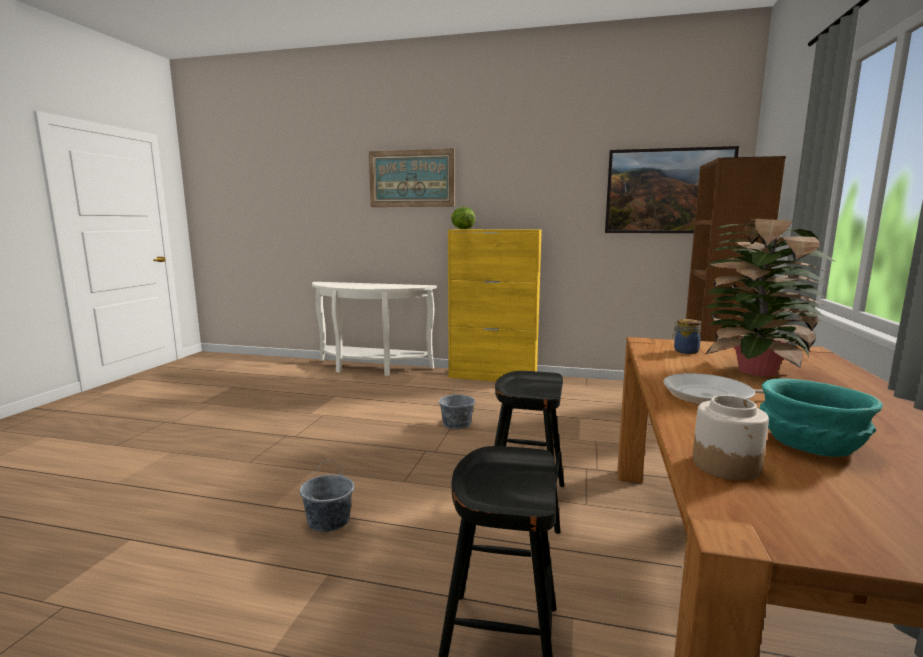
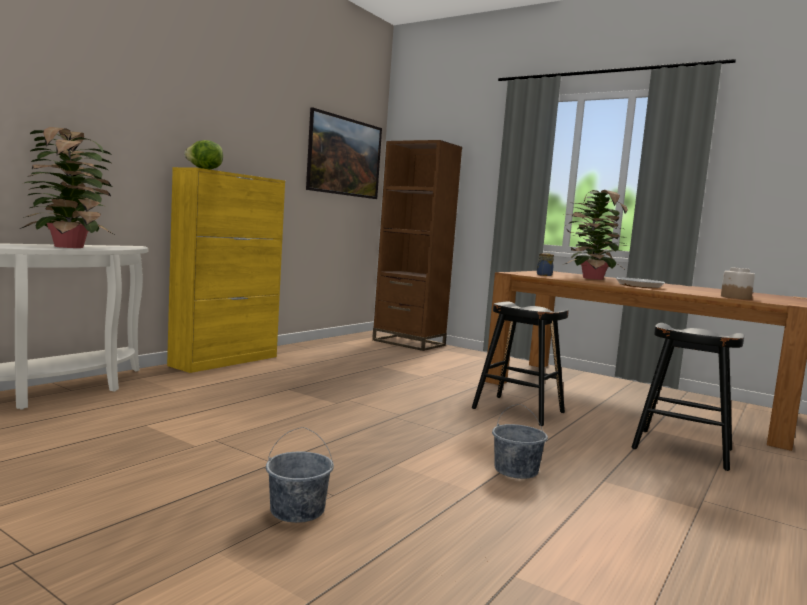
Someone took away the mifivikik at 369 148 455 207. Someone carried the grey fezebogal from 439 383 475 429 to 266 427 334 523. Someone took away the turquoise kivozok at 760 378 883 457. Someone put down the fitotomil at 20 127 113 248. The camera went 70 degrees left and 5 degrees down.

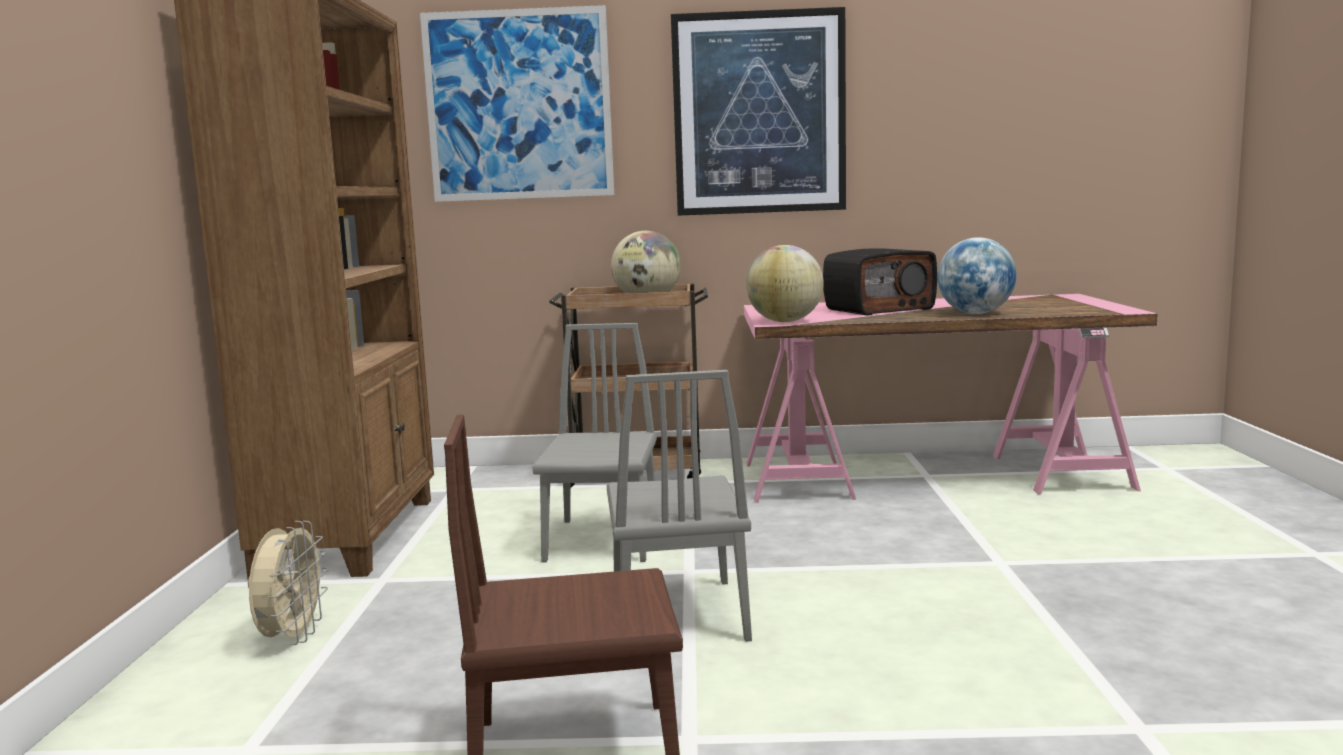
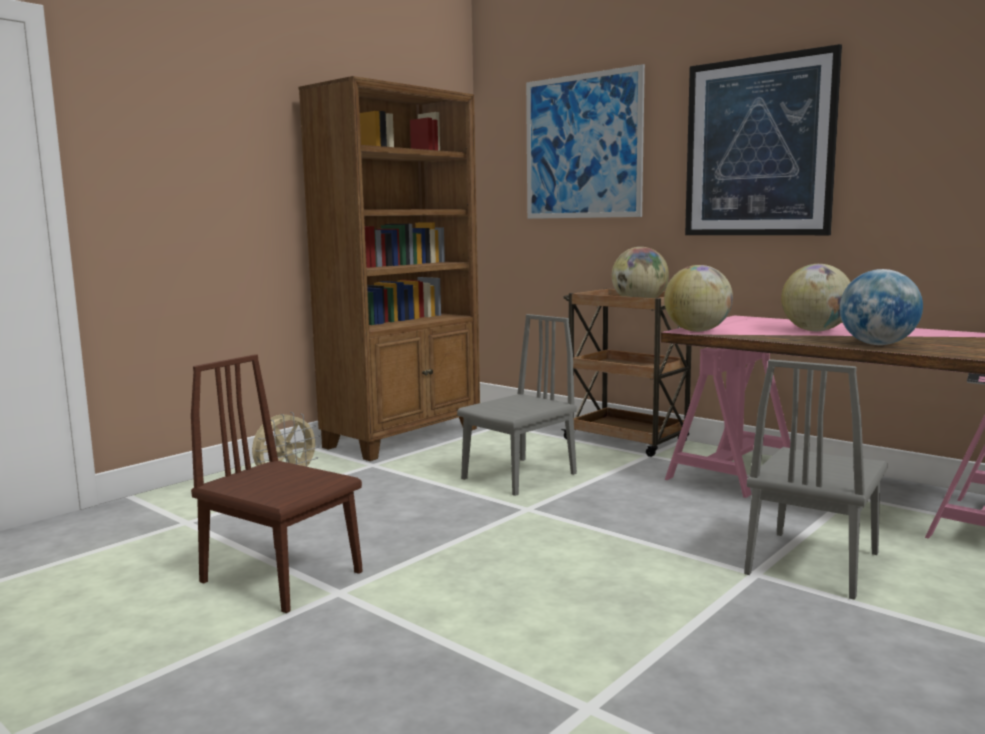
Someone carried the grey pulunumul from 607 370 752 642 to 744 359 888 600. Someone swapped the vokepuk at 823 248 937 316 for the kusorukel at 781 264 850 331. The camera went 40 degrees right and 0 degrees up.

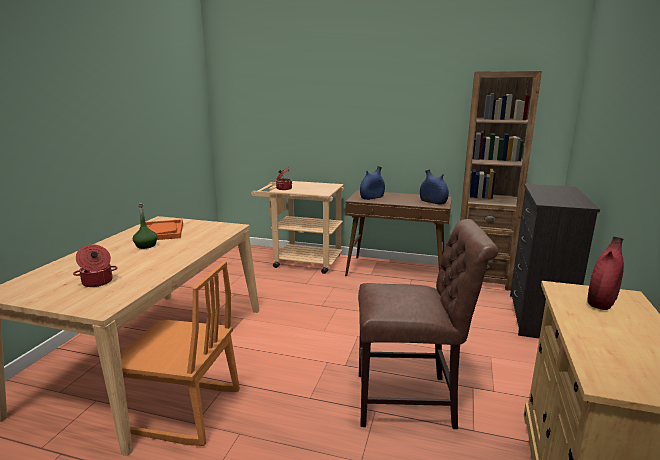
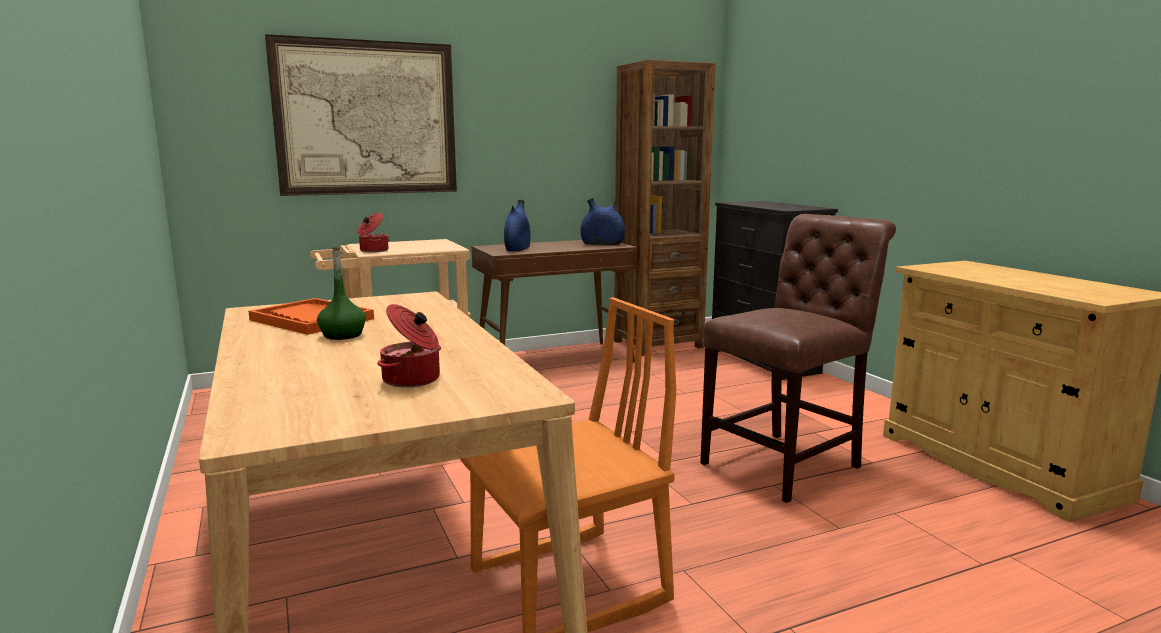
Someone took away the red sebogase at 587 237 624 310. Someone put up the mifivikik at 265 34 457 196. The camera went 40 degrees left and 5 degrees down.

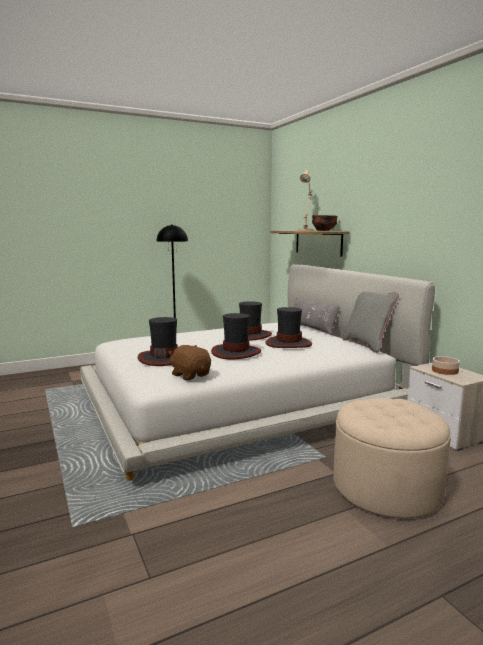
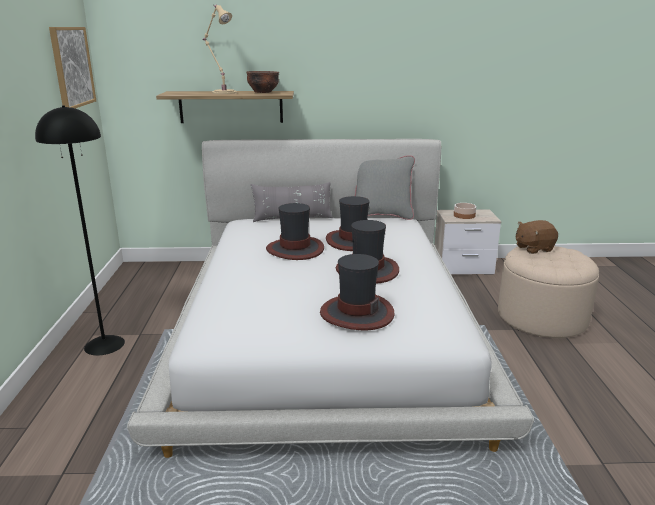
Someone carried the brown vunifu from 168 345 211 381 to 516 220 558 254. Someone put up the mifivikik at 49 27 96 109. The camera went 65 degrees left and 10 degrees up.

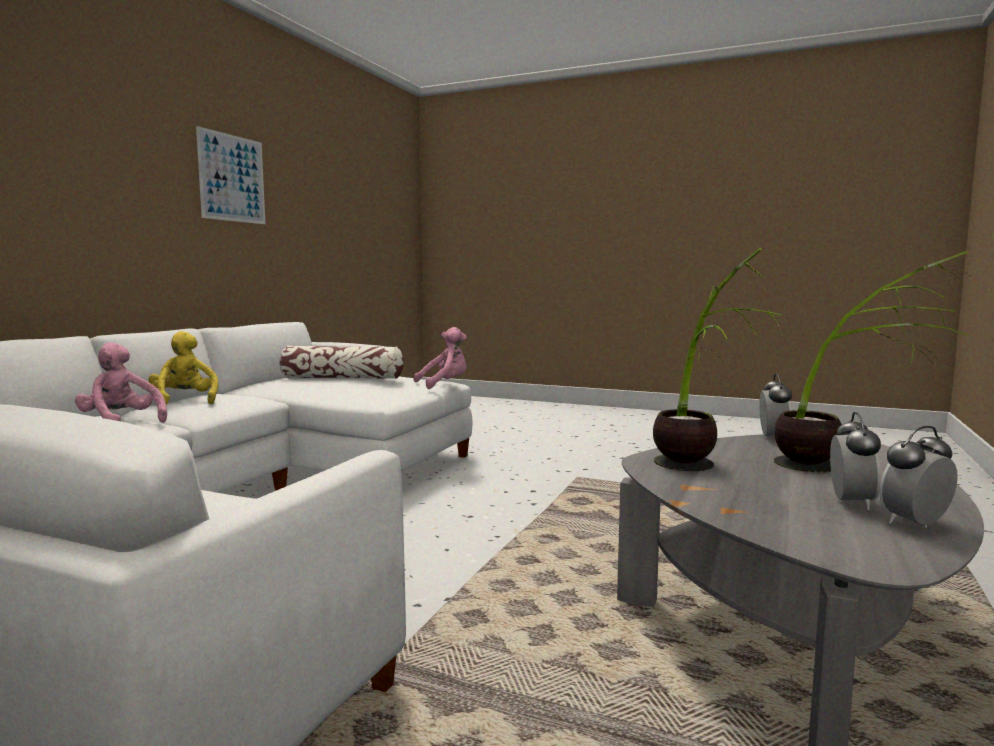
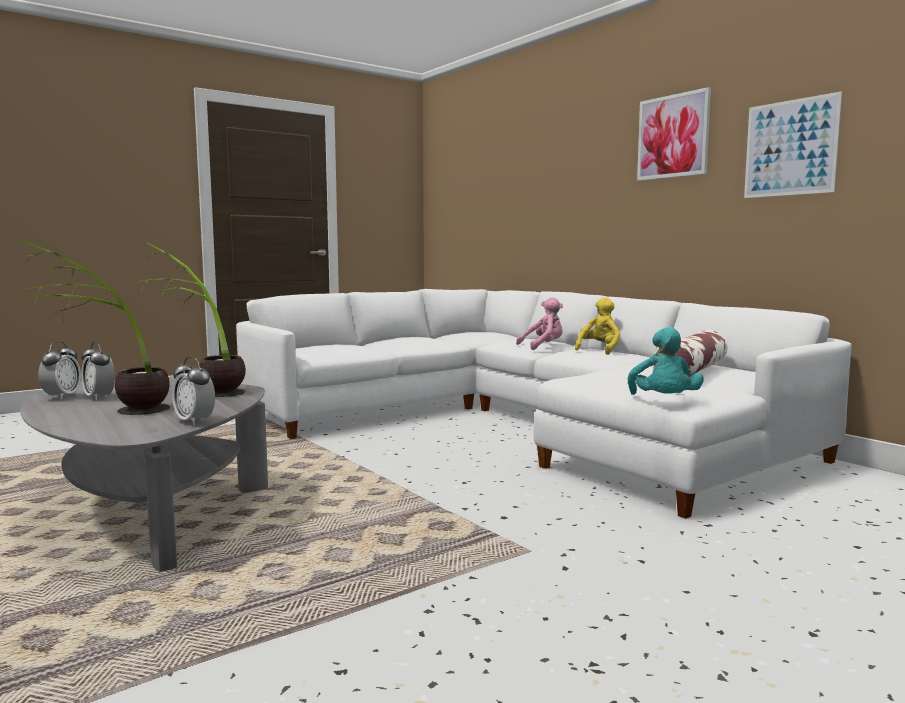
Someone rotated the yellow vunifu at 149 331 218 405 by 60 degrees counterclockwise. Someone repainted the pink vunifu at 414 327 467 389, which became the turquoise vunifu at 628 327 704 395. Someone put up the mifivikik at 637 87 711 181. The camera went 120 degrees right and 0 degrees up.

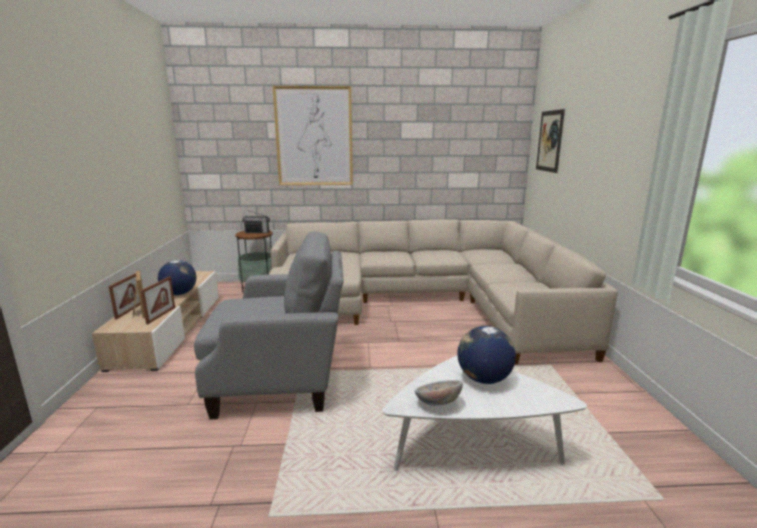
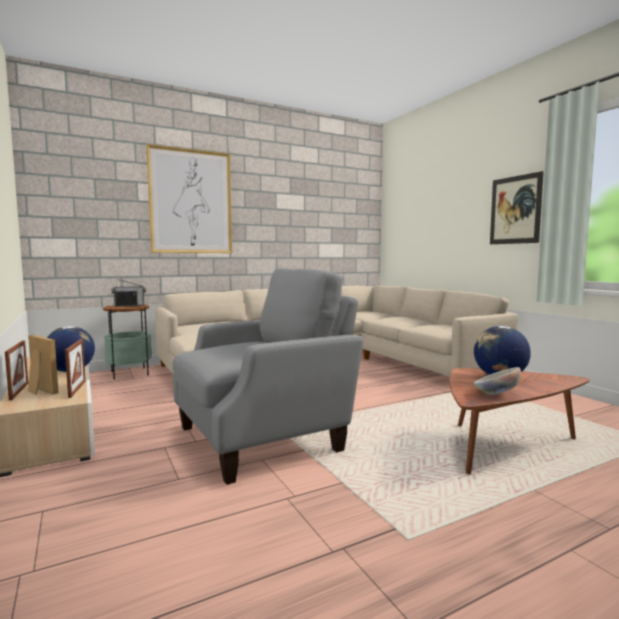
Someone repainted the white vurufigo at 382 355 587 471, which became the brown vurufigo at 449 368 590 474. Someone carried the mifivikik from 536 109 565 173 to 490 171 544 244. The camera went 25 degrees left and 10 degrees down.

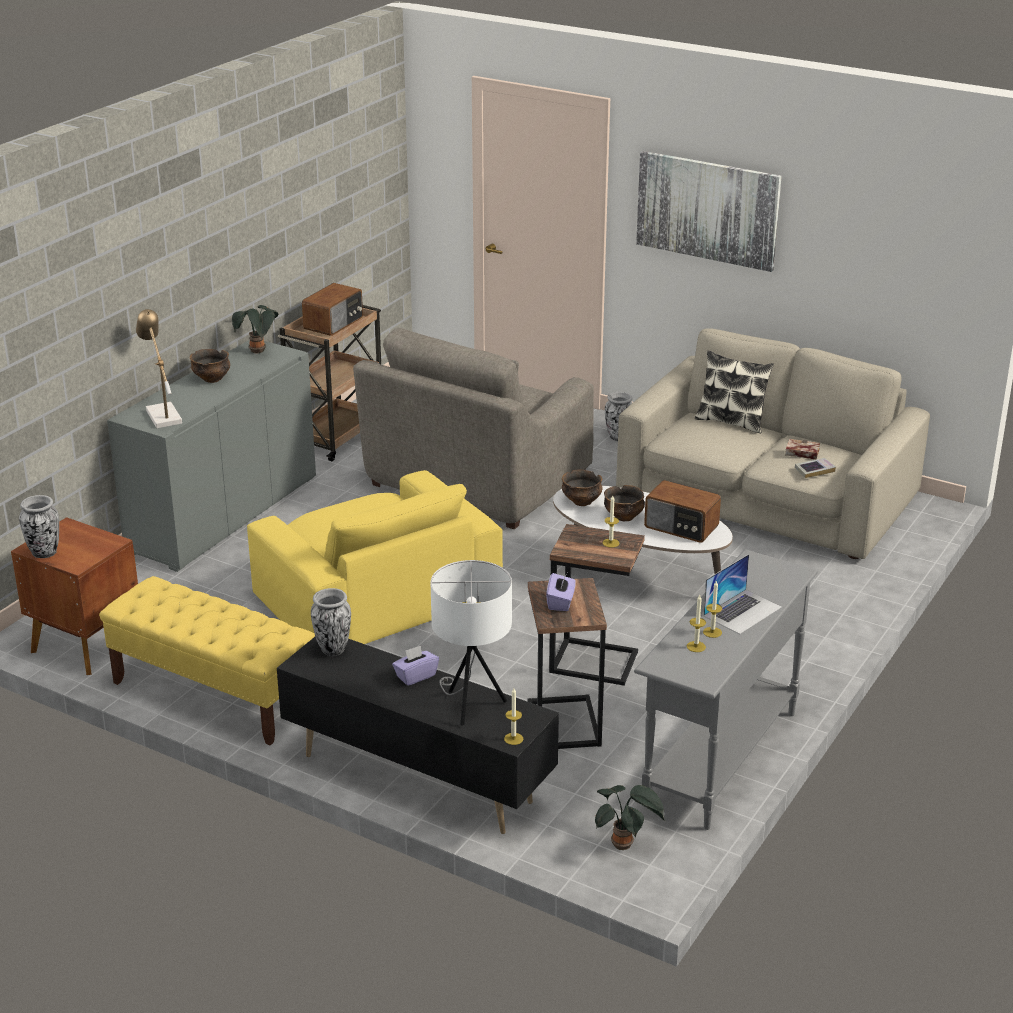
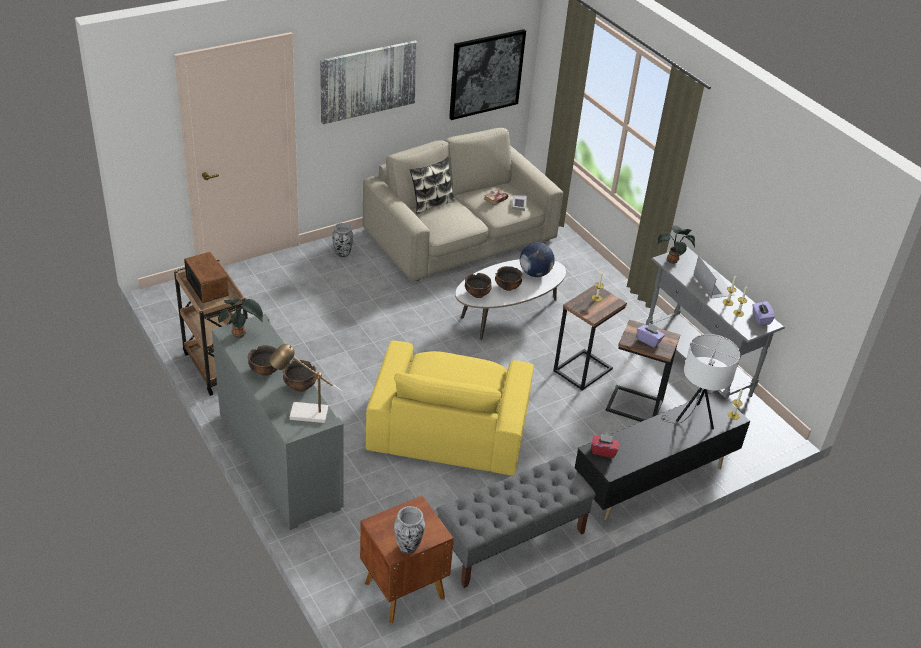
Someone repainted the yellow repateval at 99 576 315 746, which became the grey repateval at 437 456 596 588. Someone rotated the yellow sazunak at 247 470 503 644 by 105 degrees clockwise. Someone swapped the sebogase at 311 588 351 656 for the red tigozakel at 591 434 619 458. Someone took away the grey sazunak at 353 328 594 530. Someone carried the purple tigozakel from 392 645 439 686 to 753 301 775 325. Someone carried the fitotomil from 595 785 665 850 to 658 225 695 264. Someone swapped the vokepuk at 644 480 721 543 for the kusorukel at 520 242 555 277. Someone put down the kivozok at 283 360 316 392. Someone put up the mifivikik at 449 29 526 120. The camera went 65 degrees left and 10 degrees up.

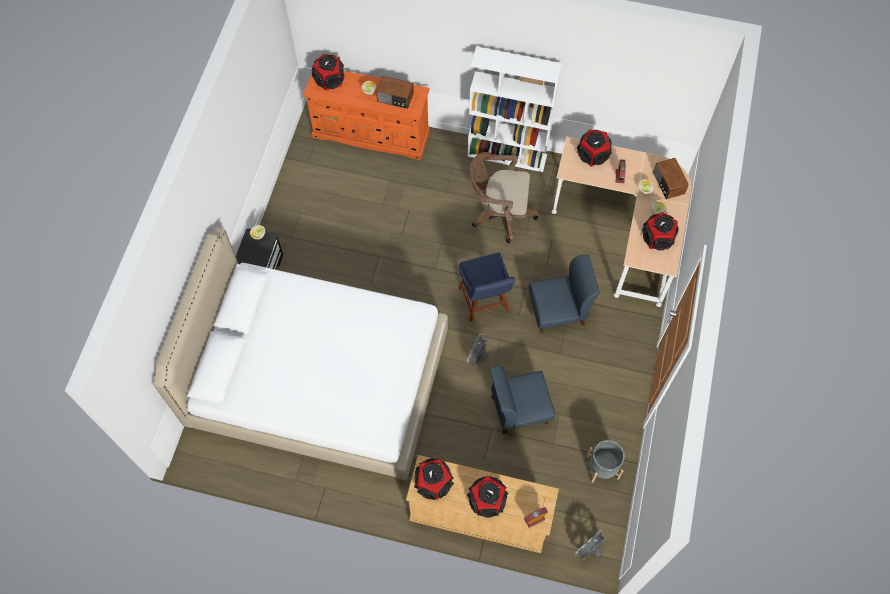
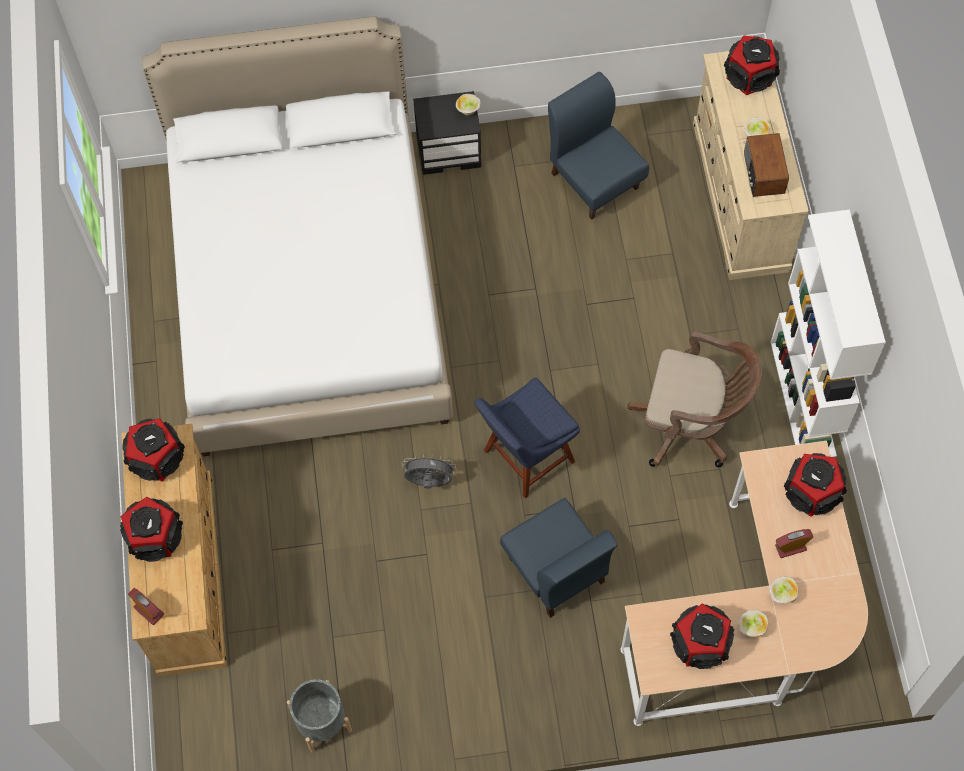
Someone repainted the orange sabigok at 303 71 430 160, which became the beige sabigok at 693 51 809 280. Someone rotated the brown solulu at 470 152 538 243 by 120 degrees clockwise. Someone carried the blue pulunumul from 490 365 555 434 to 548 72 649 219. Someone took away the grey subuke at 575 530 606 560. Someone took away the vokepuk at 653 158 689 199. The camera went 70 degrees right and 0 degrees up.

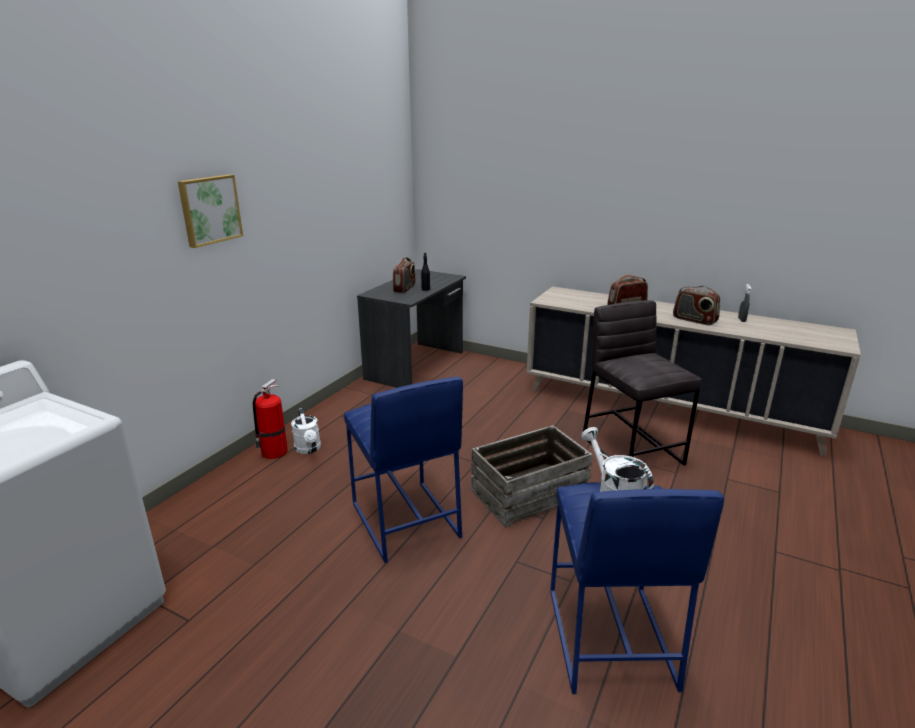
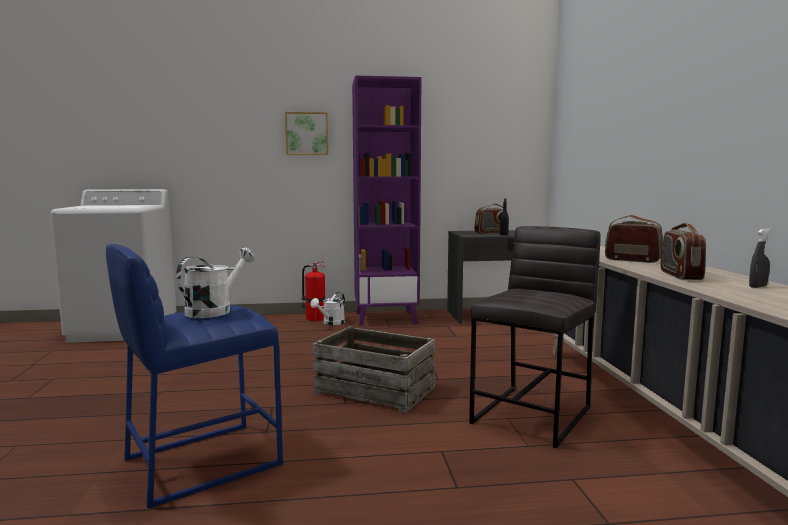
Someone took away the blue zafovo at 344 377 463 563. Someone put down the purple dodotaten at 352 75 421 325. The camera went 55 degrees right and 15 degrees down.

